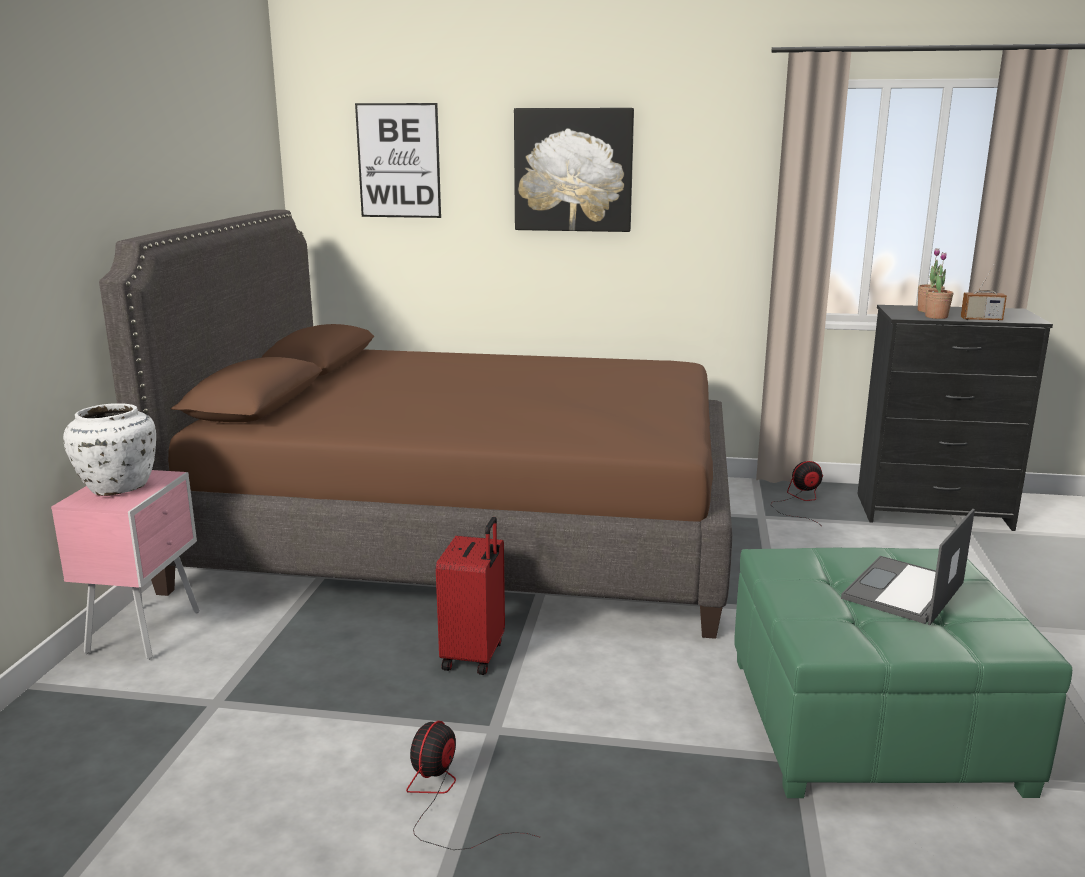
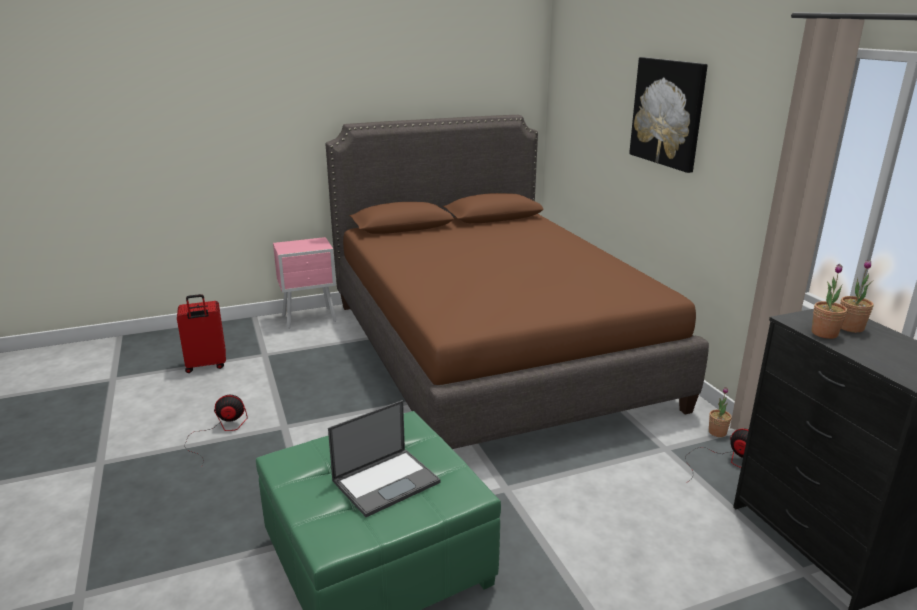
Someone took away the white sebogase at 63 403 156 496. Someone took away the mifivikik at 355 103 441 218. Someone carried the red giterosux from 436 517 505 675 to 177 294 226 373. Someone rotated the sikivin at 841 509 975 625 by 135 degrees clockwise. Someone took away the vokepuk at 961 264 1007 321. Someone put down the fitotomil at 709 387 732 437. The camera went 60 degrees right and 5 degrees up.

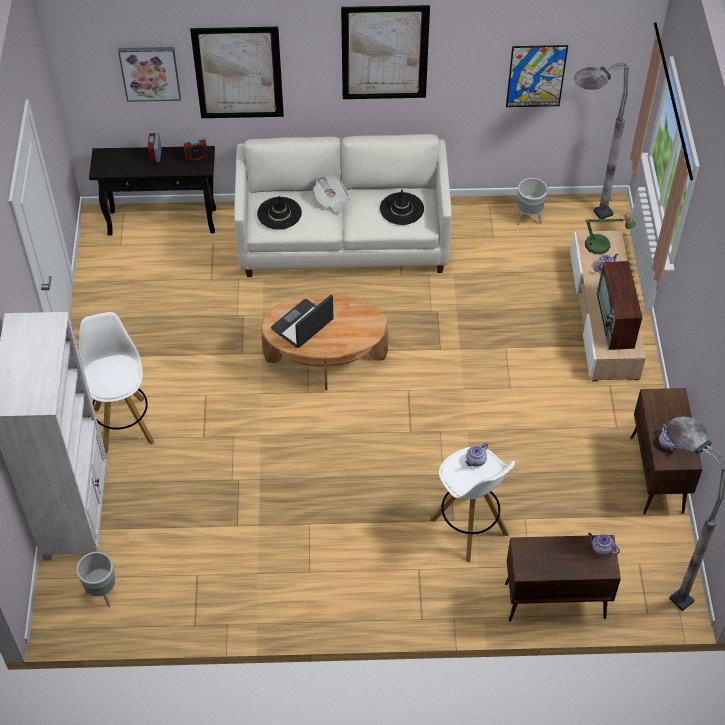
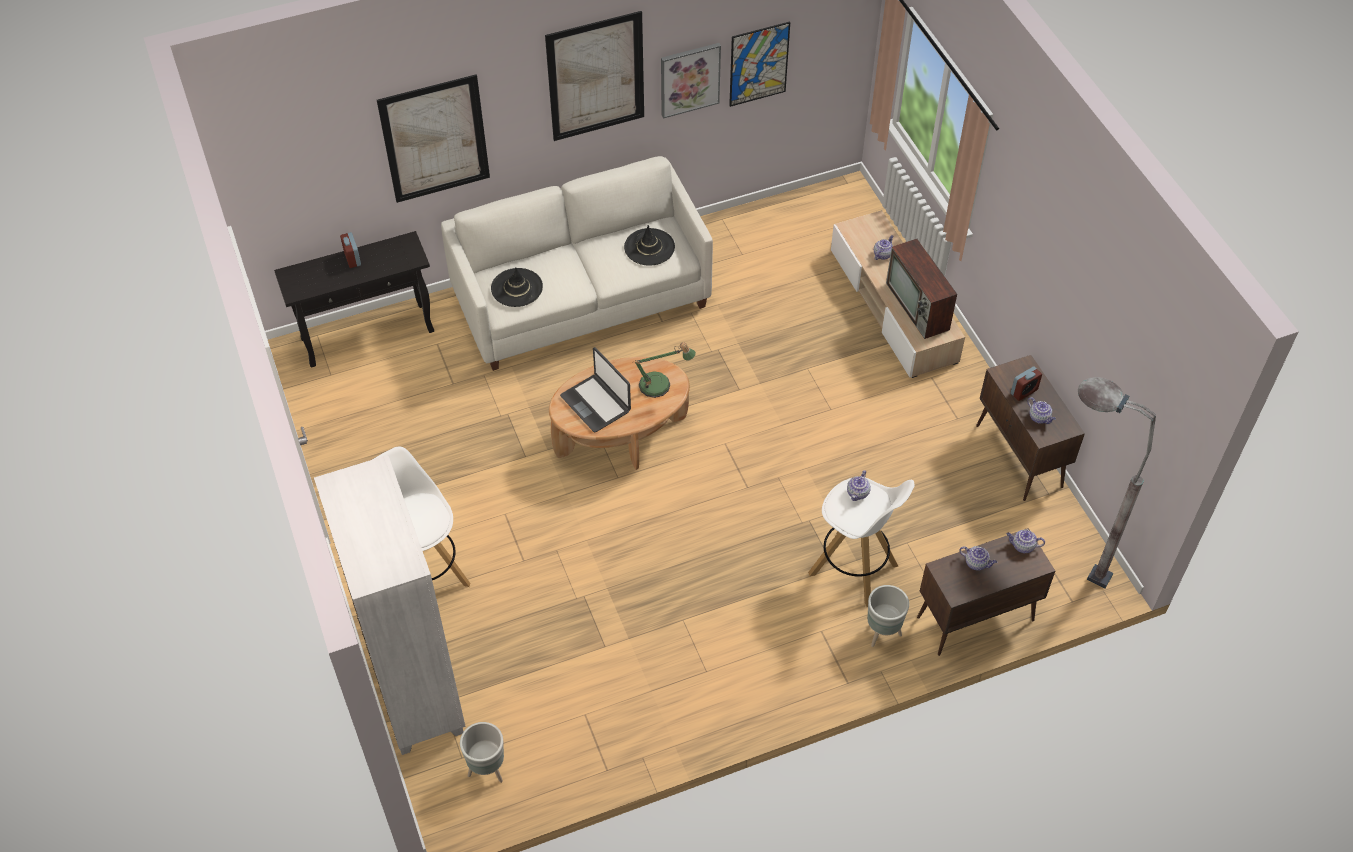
Someone carried the mifivikik from 118 47 181 102 to 661 43 721 119. Someone carried the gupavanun from 184 137 208 162 to 1011 366 1042 401. Someone rotated the sikivin at 271 294 333 348 by 60 degrees counterclockwise. Someone took away the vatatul at 313 176 350 214. Someone carried the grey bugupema from 517 178 548 225 to 867 585 909 647. Someone took away the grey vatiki at 574 64 629 219. Someone carried the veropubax from 584 213 636 254 to 633 342 696 398. Someone put down the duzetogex at 959 546 997 571. The camera went 20 degrees left and 0 degrees up.

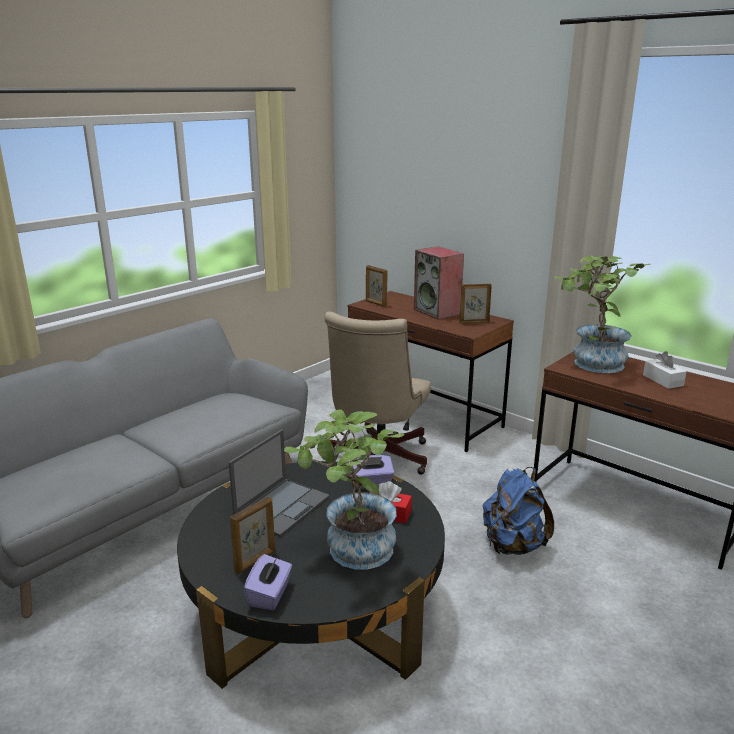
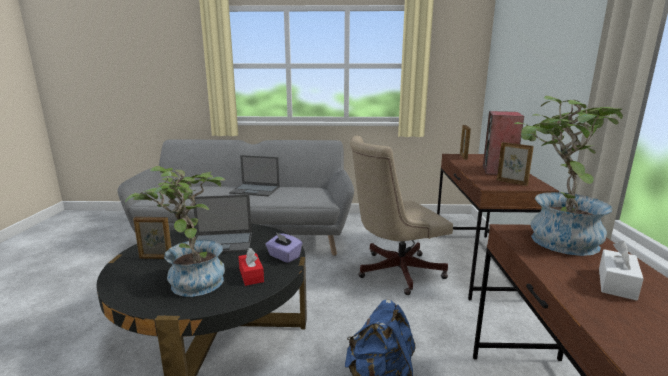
Someone took away the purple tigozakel at 244 554 292 610. Someone put down the sikivin at 229 155 280 196. The camera went 50 degrees right and 5 degrees down.

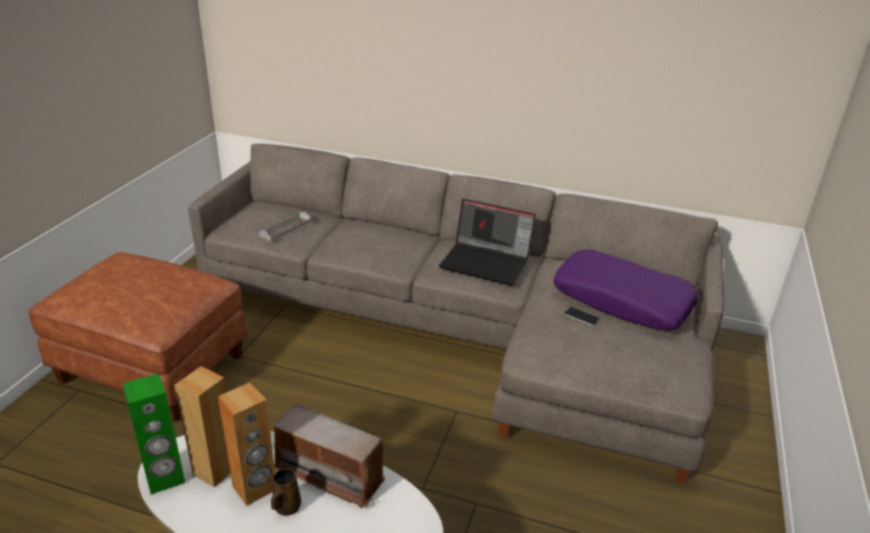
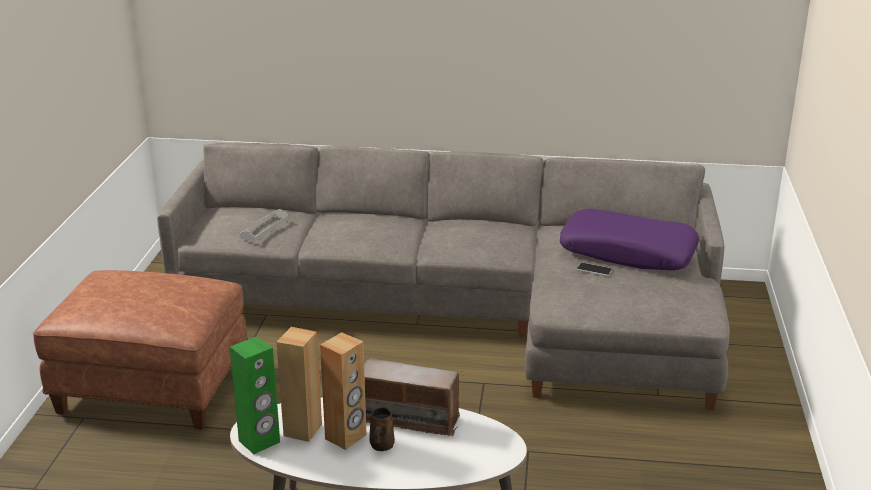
Someone took away the sikivin at 439 199 536 285. The camera went 10 degrees left and 5 degrees down.

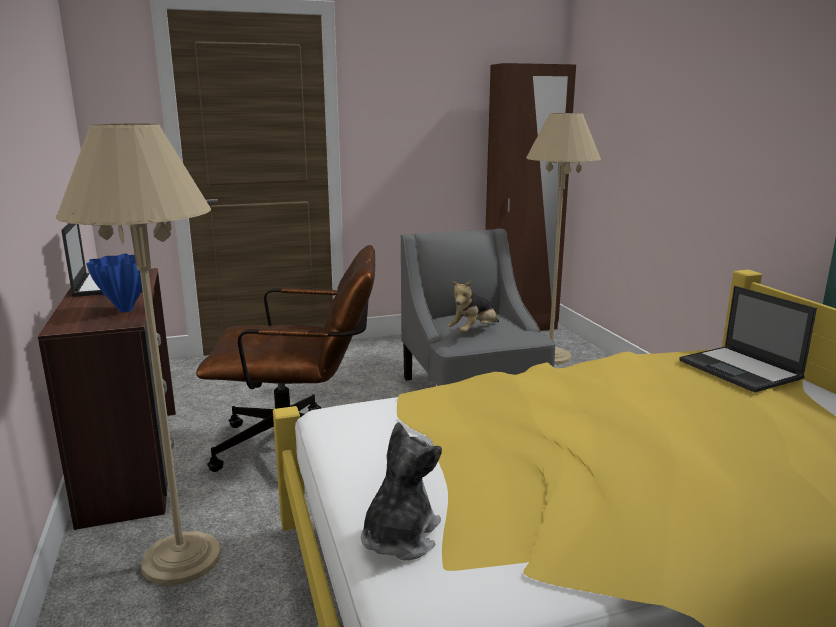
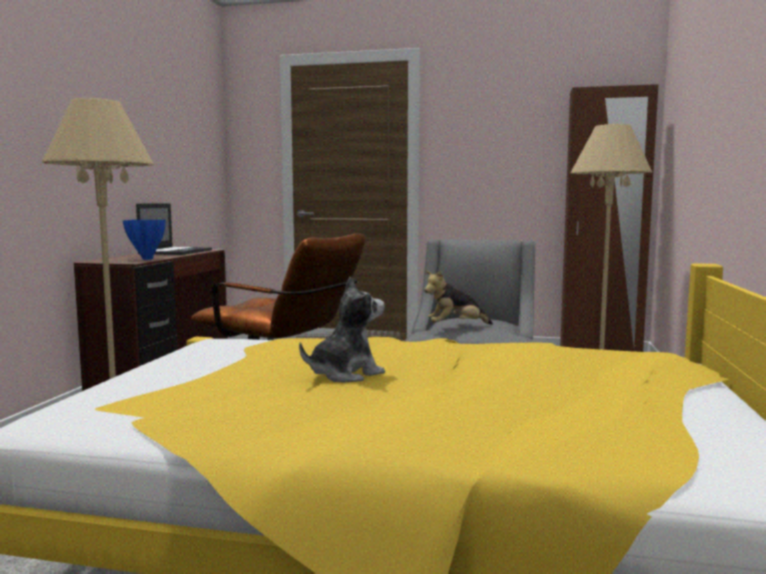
Someone carried the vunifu from 361 422 442 560 to 299 277 385 383. Someone took away the sikivin at 679 286 817 393. The camera went 30 degrees right and 10 degrees down.

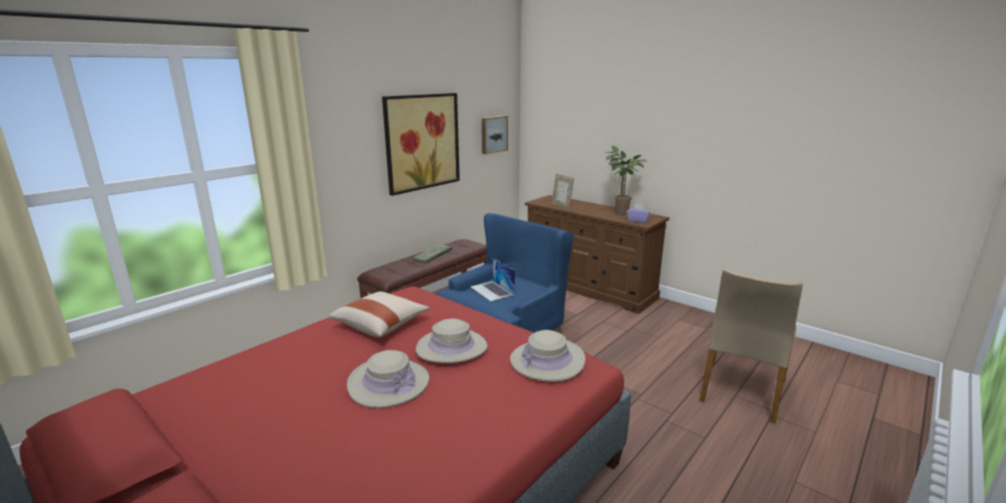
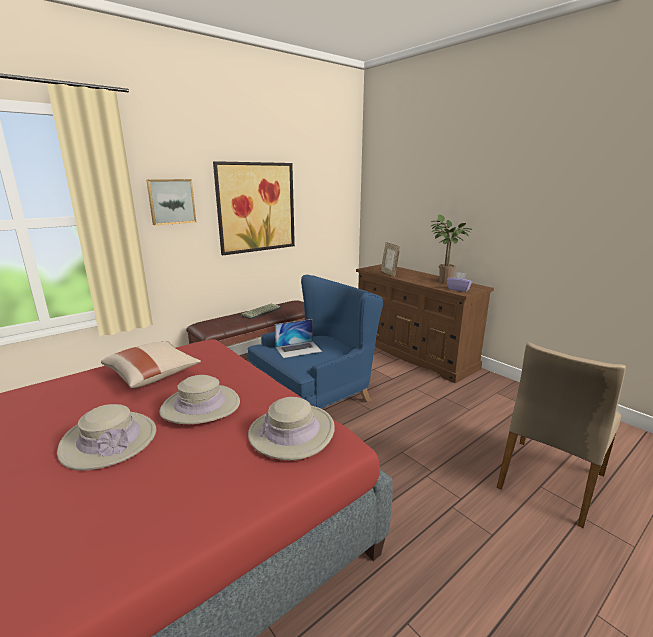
Someone rotated the sikivin at 470 258 515 301 by 90 degrees counterclockwise. Someone carried the mifivikik from 482 116 508 154 to 146 179 196 225. The camera went 10 degrees right and 0 degrees up.

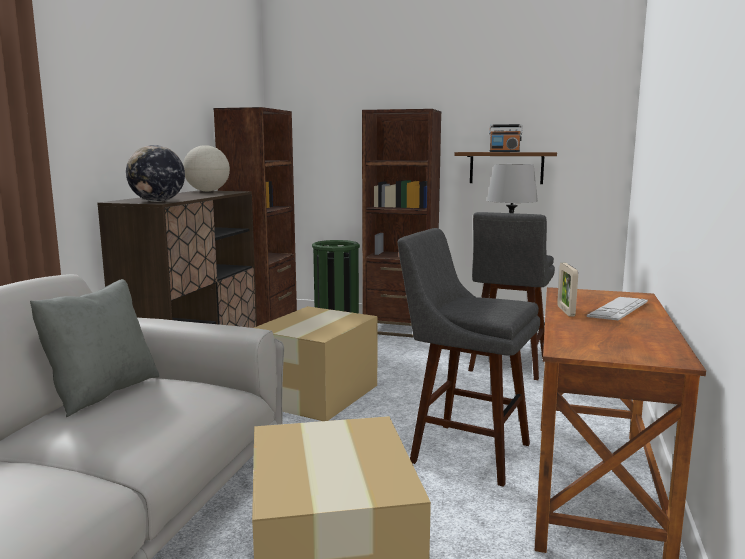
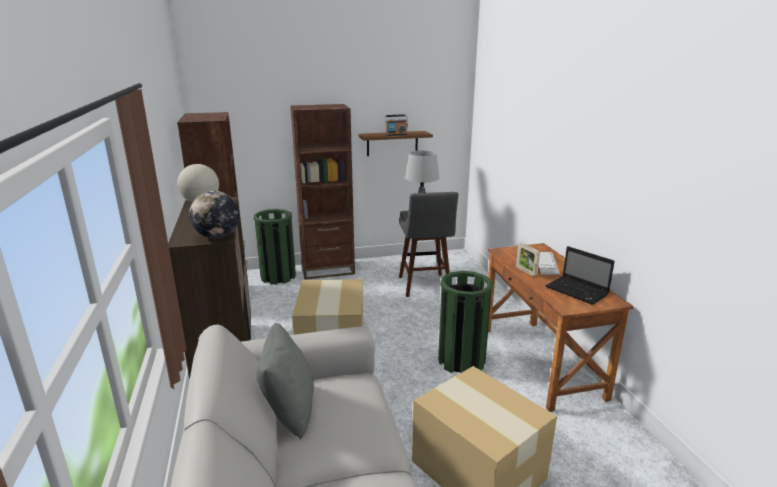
Someone swapped the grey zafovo at 398 228 540 487 for the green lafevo at 438 271 493 373. Someone put down the sikivin at 545 246 615 305. The camera went 30 degrees left and 10 degrees up.

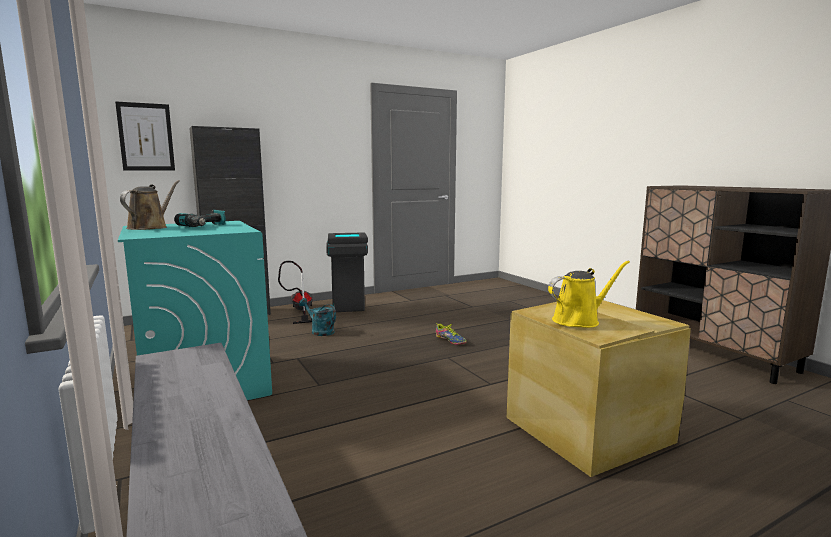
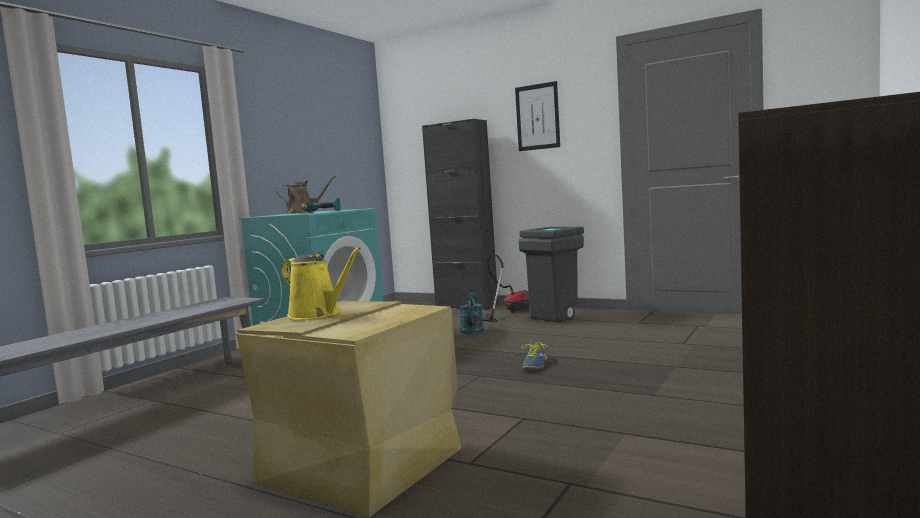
Someone carried the mifivikik from 115 101 175 171 to 515 81 560 151. The camera went 60 degrees right and 5 degrees down.

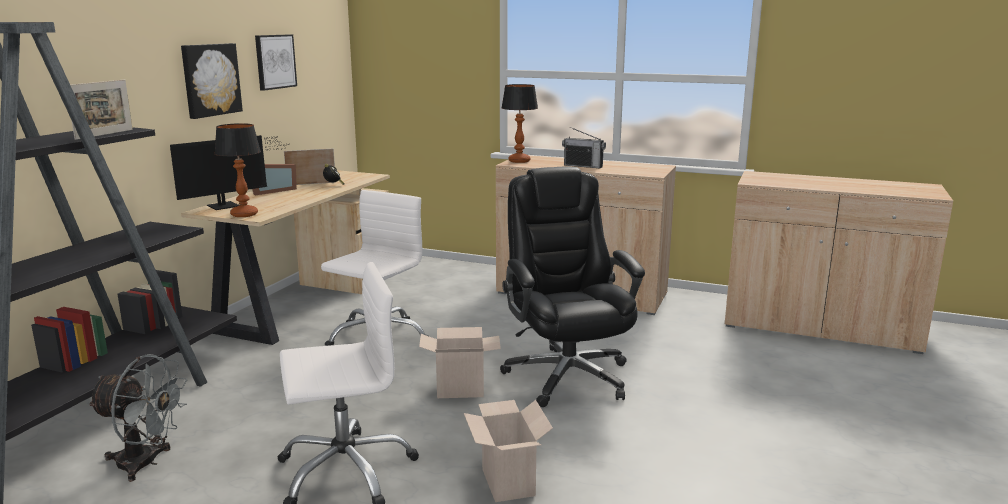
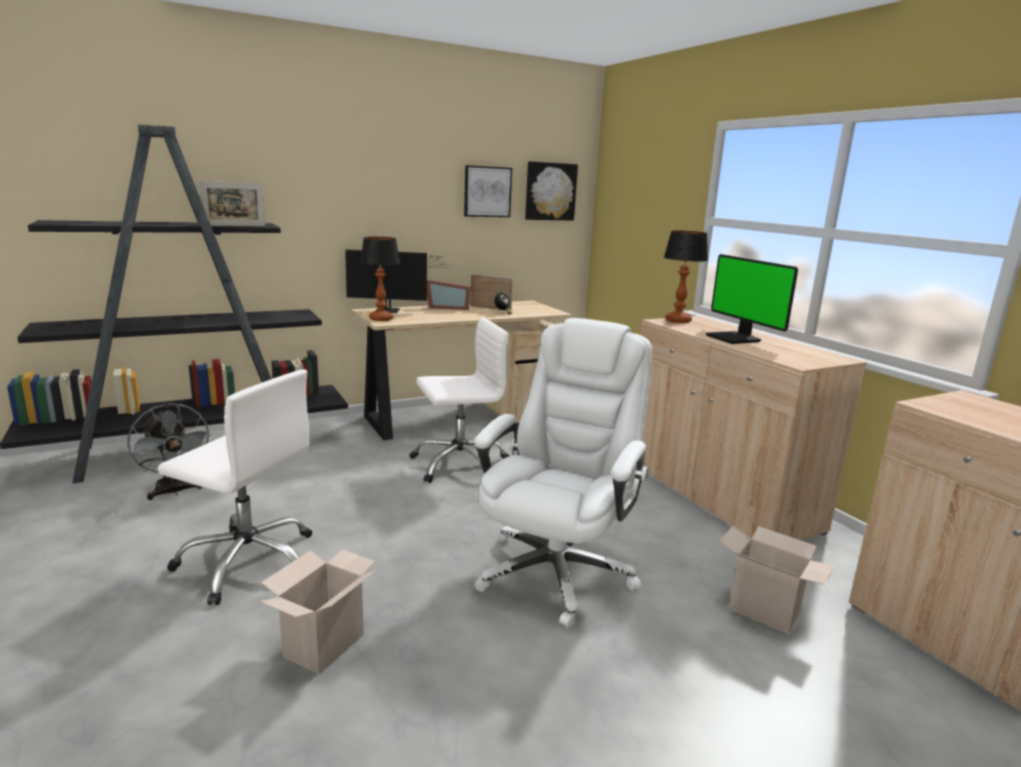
Someone carried the mifivikik from 181 43 243 119 to 525 161 578 221. Someone carried the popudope from 419 327 501 398 to 720 526 835 634. Someone repainted the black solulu at 500 167 645 407, which became the white solulu at 474 318 652 628. Someone swapped the vokepuk at 562 127 606 168 for the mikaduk at 706 254 798 344. The camera went 40 degrees right and 0 degrees up.

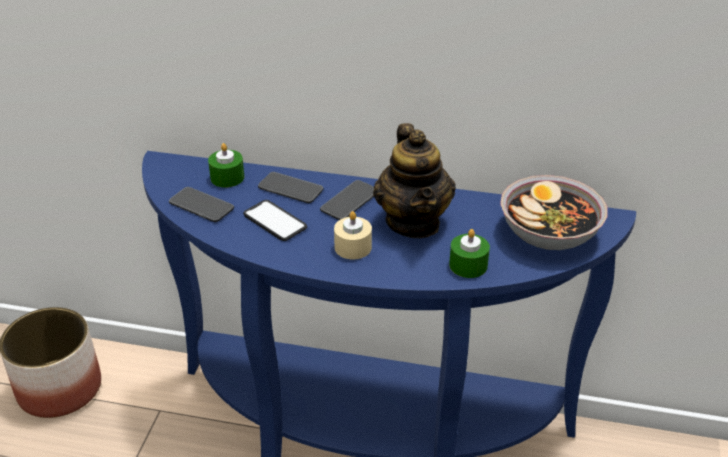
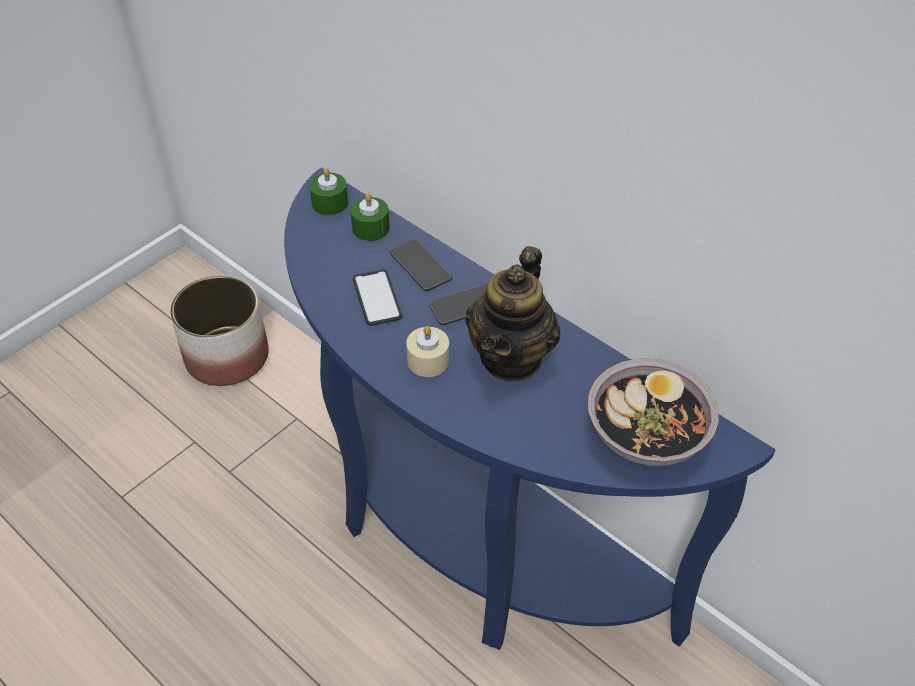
Someone took away the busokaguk at 169 187 234 222. Someone carried the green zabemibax from 449 229 490 278 to 309 168 348 215. The camera went 30 degrees right and 10 degrees up.

